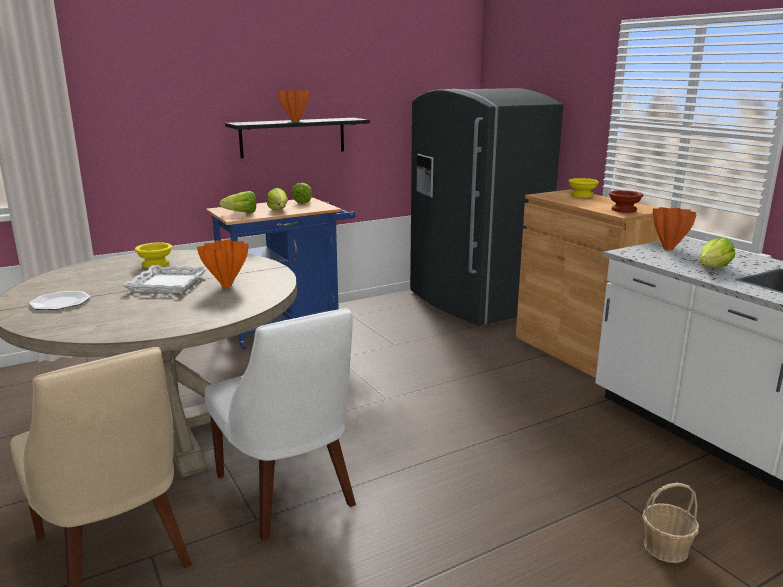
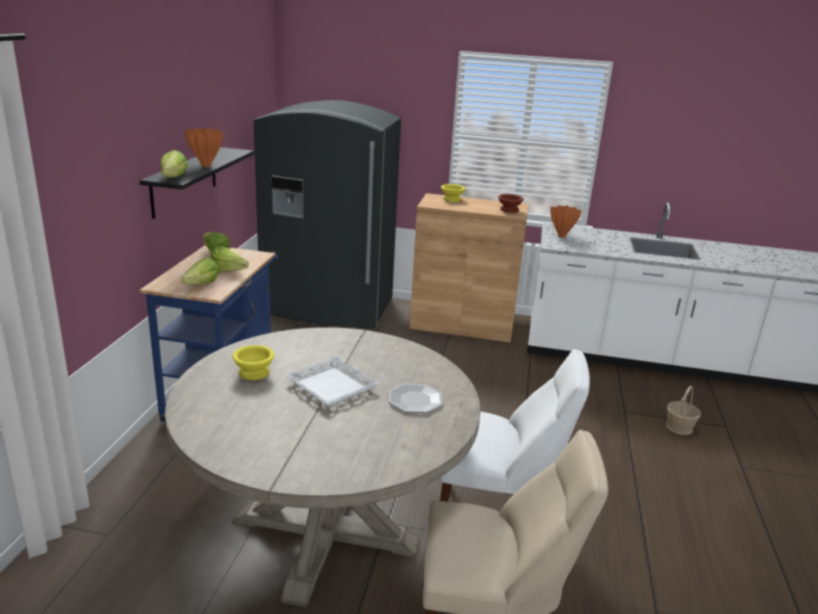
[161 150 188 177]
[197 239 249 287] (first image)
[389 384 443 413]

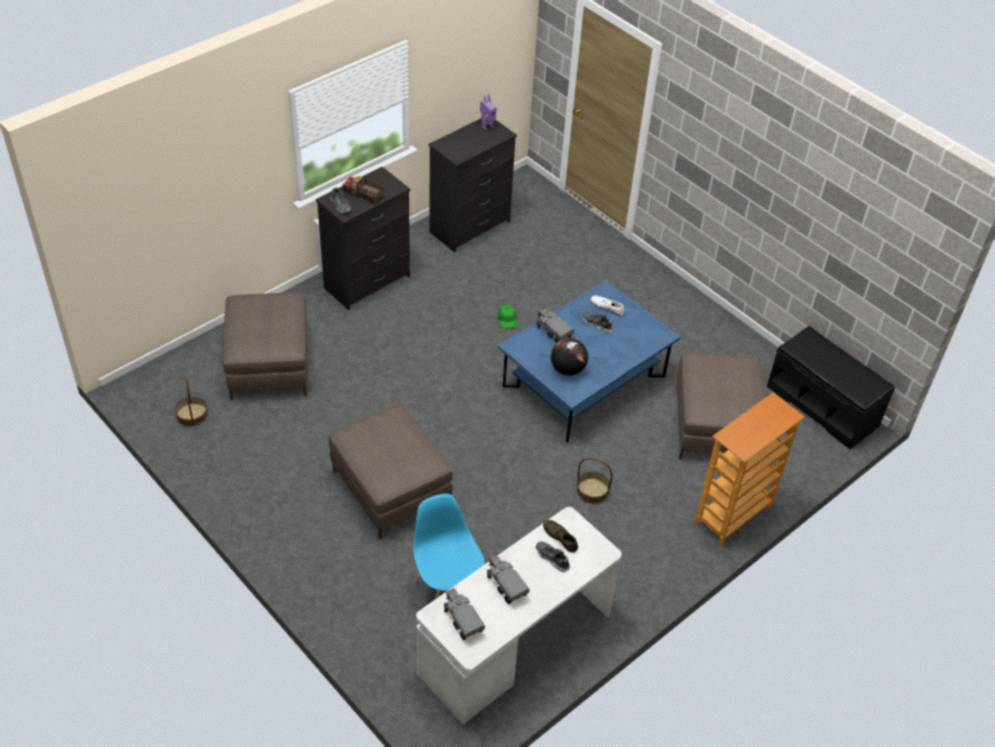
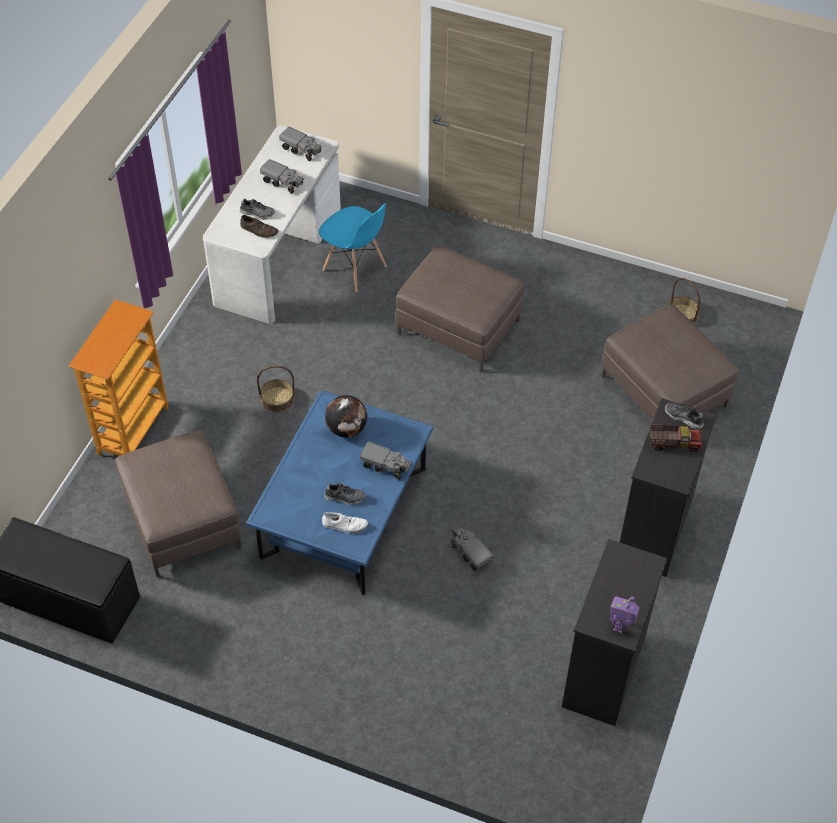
[451 525 494 571]

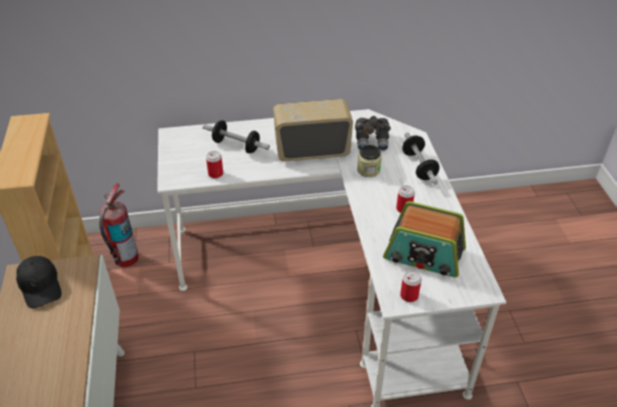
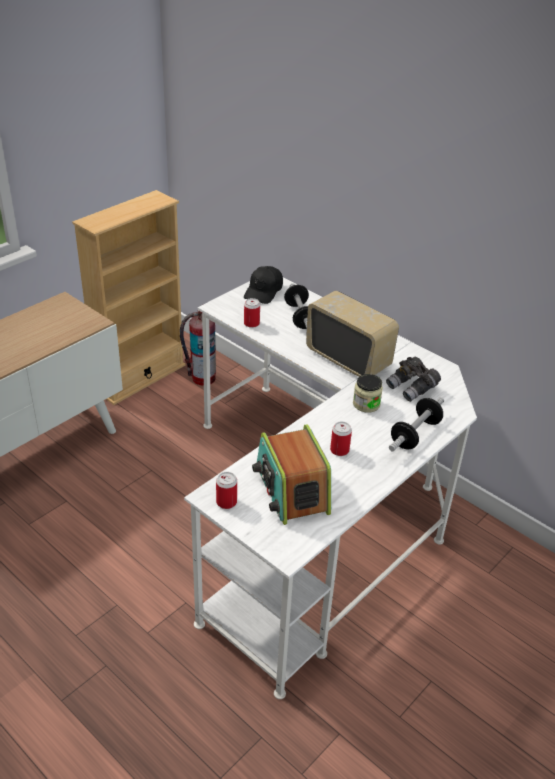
[244 266 283 304]

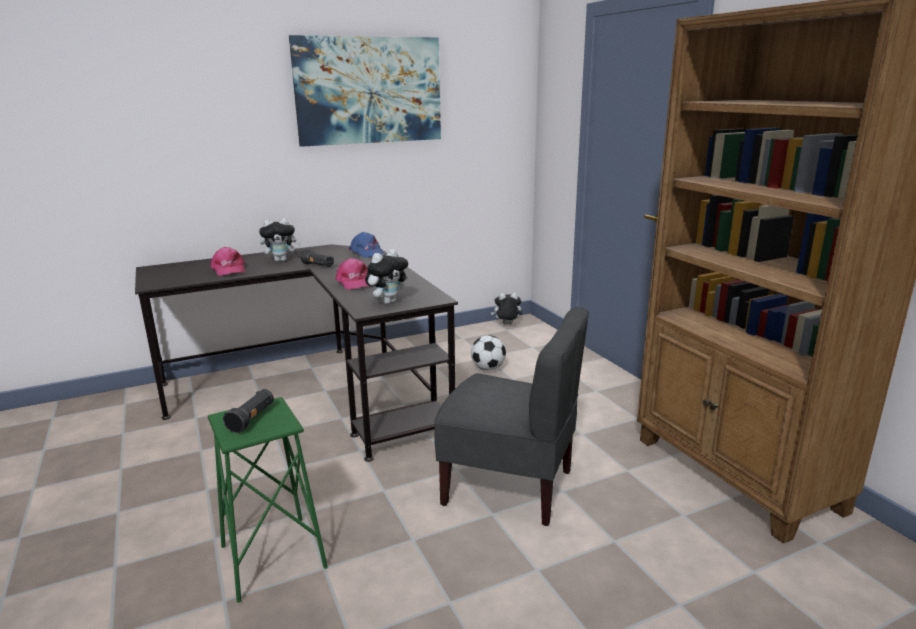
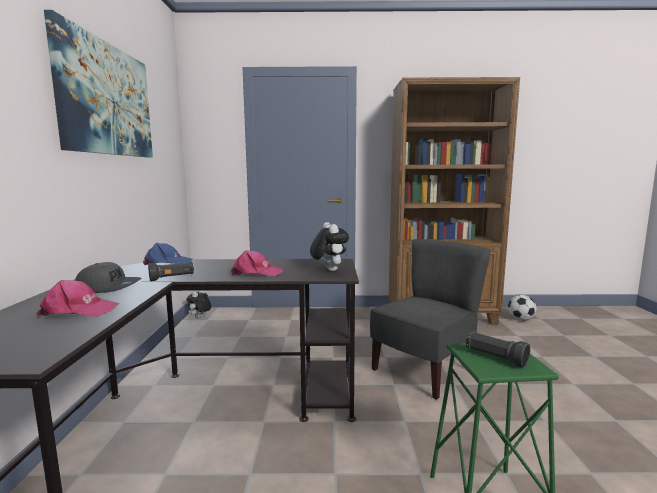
[75 262 142 293]
[508 295 537 321]

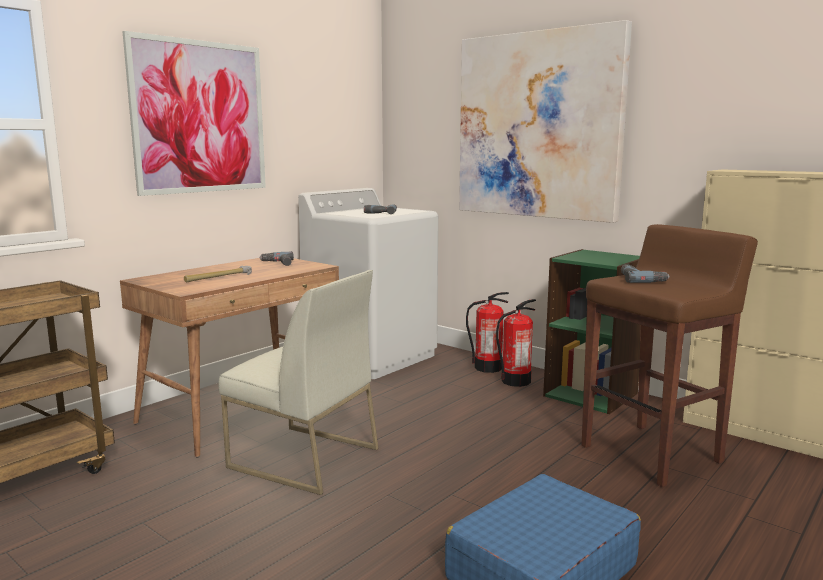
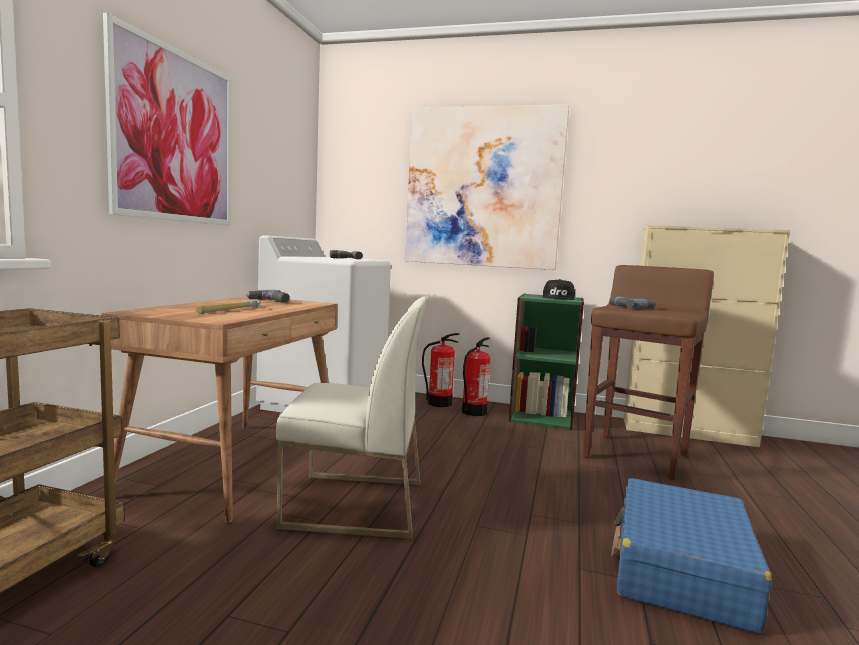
[543 279 575 300]

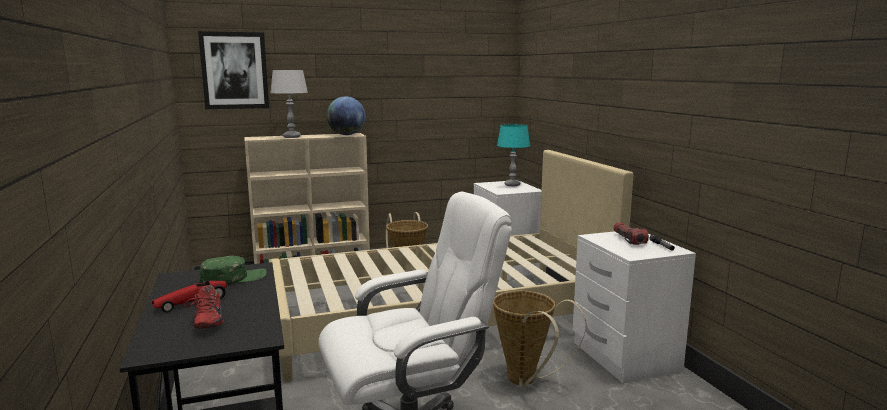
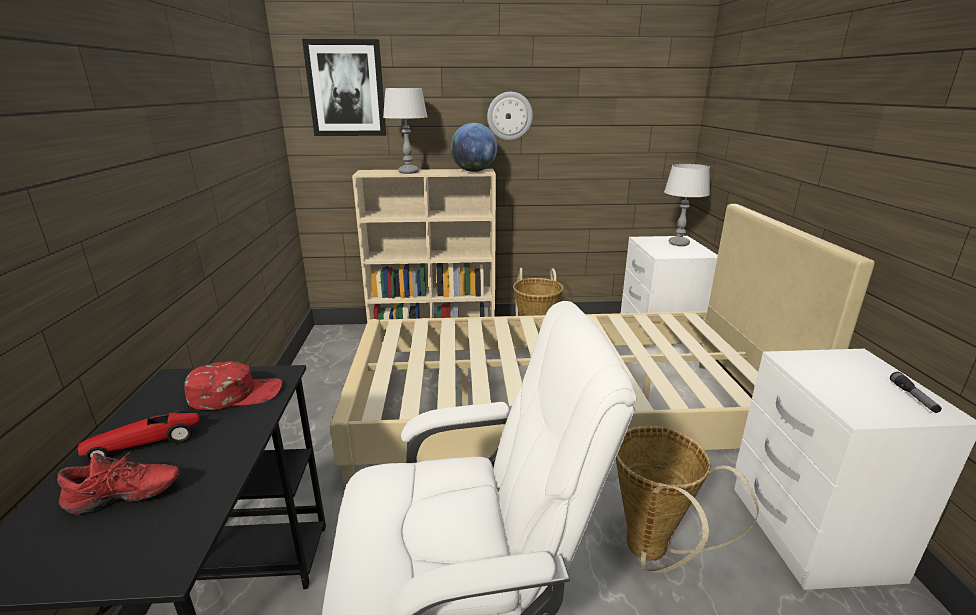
[664 164 710 246]
[613 222 649 245] (first image)
[184 361 282 410]
[57 451 180 514]
[487 92 533 140]

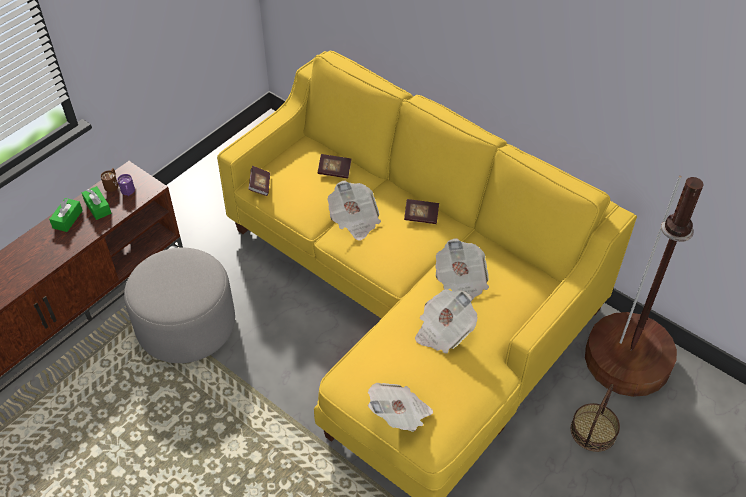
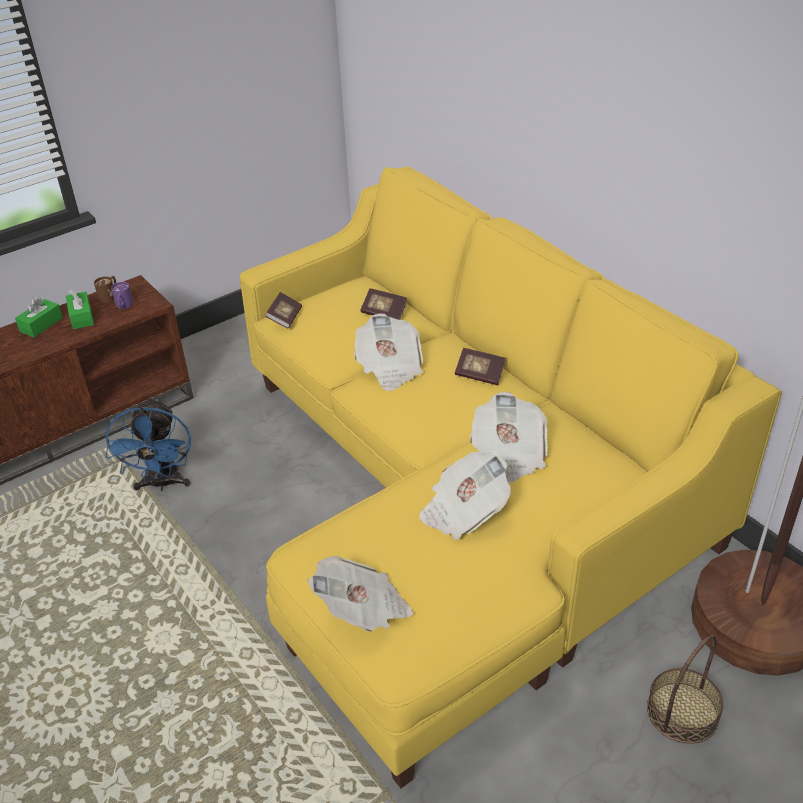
[105 397 191 491]

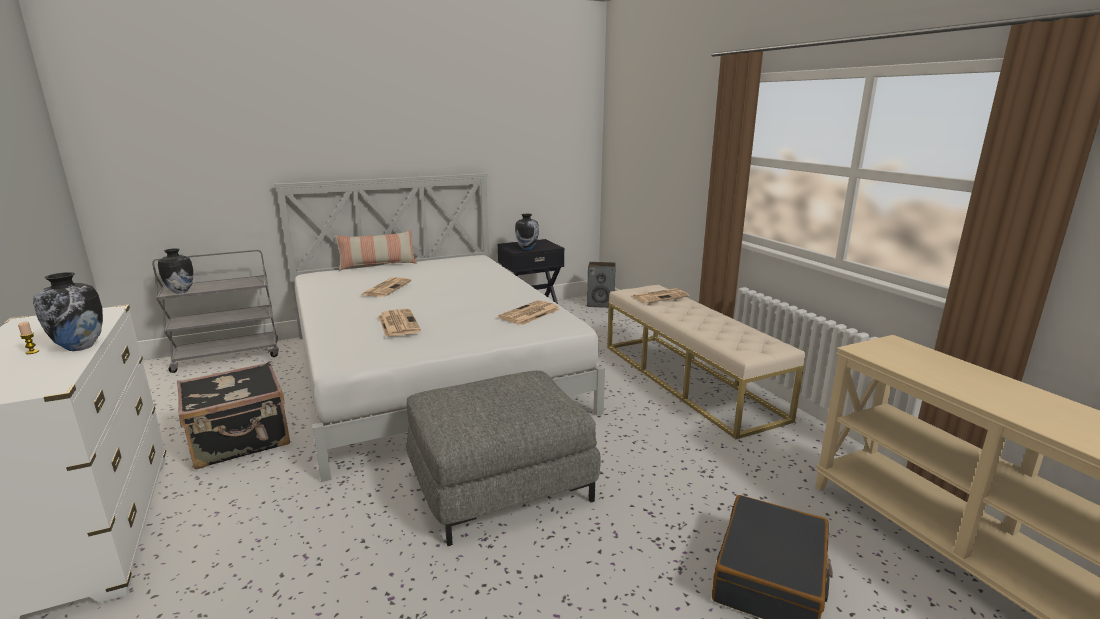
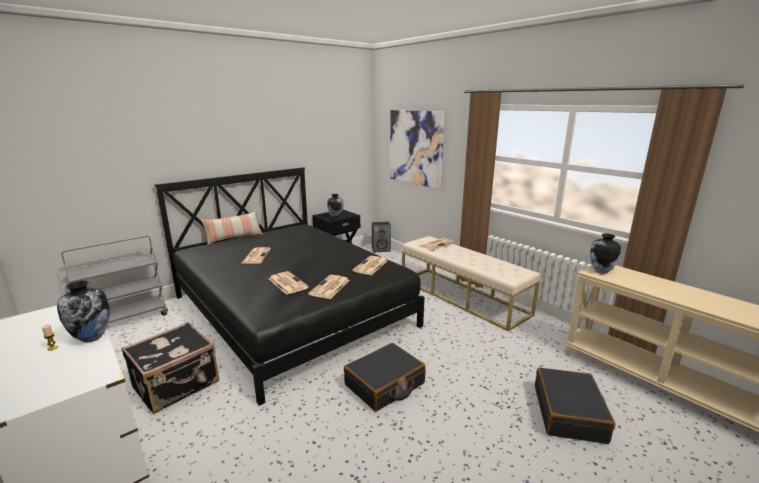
[154 167 424 406]
[590 233 621 274]
[344 343 426 412]
[390 110 445 189]
[308 275 350 299]

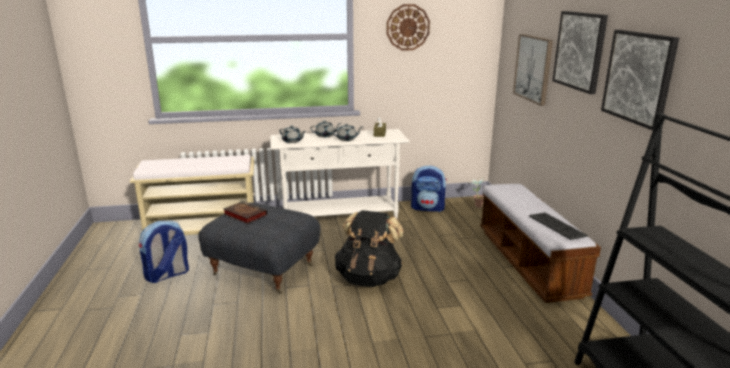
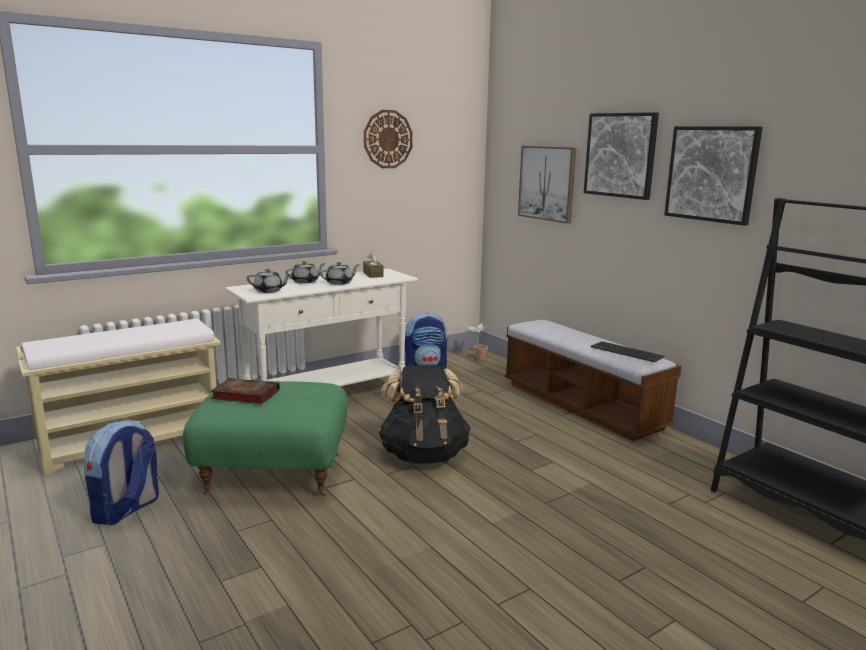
[183 381 348 497]

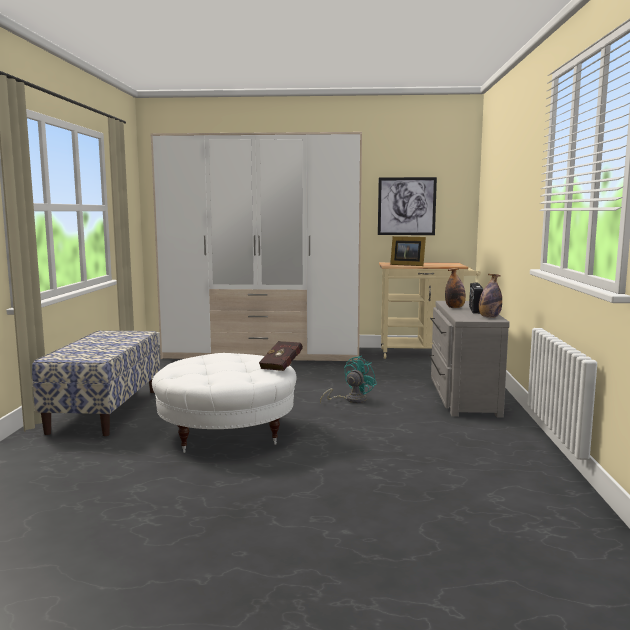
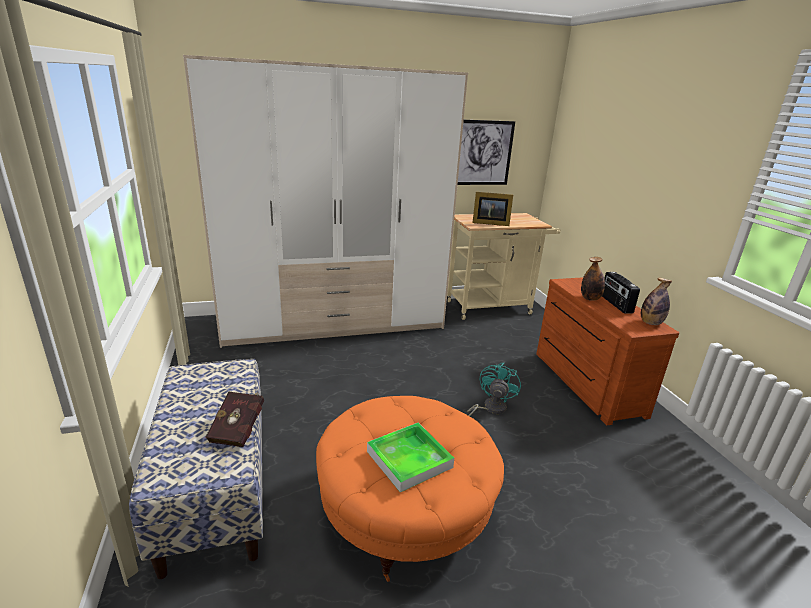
[536 277 679 425]
[205 392 264 447]
[316 396 504 582]
[367 423 454 492]

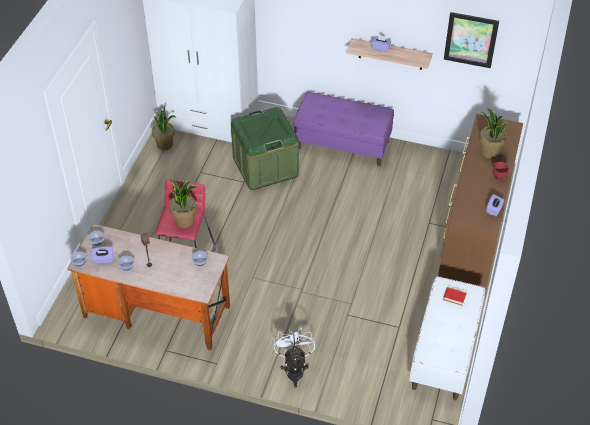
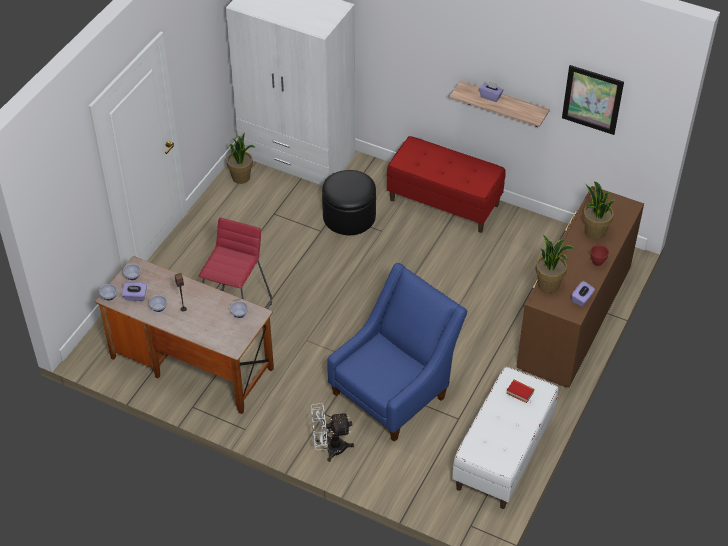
[387 136 506 233]
[322 170 376 235]
[536 235 574 293]
[311 403 354 462]
[327 263 467 442]

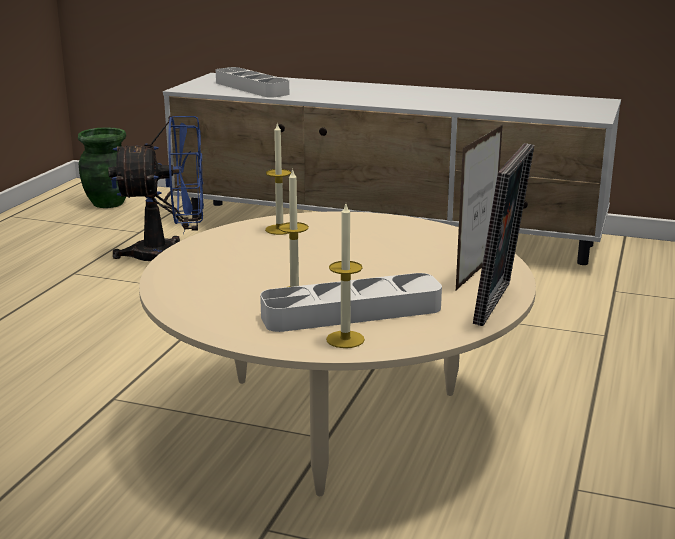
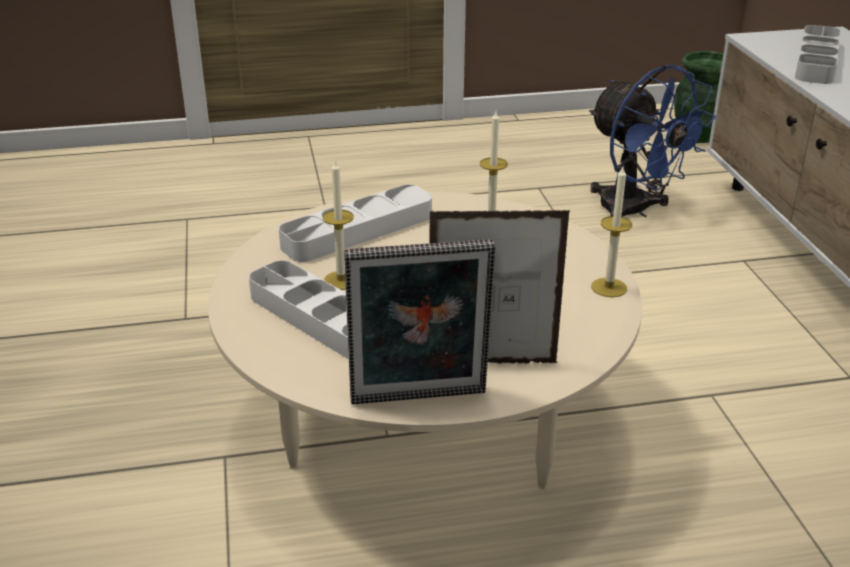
[591 167 632 297]
[279 184 432 262]

